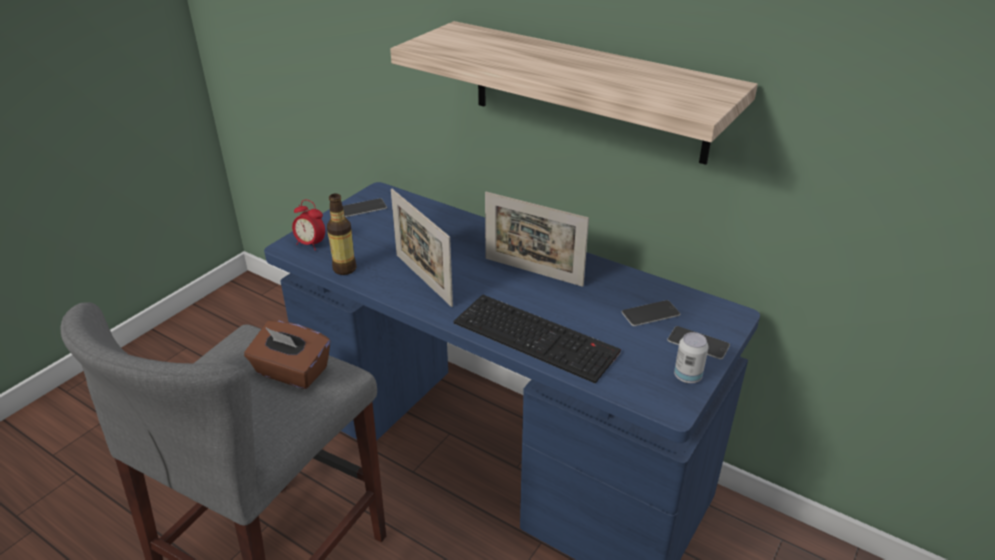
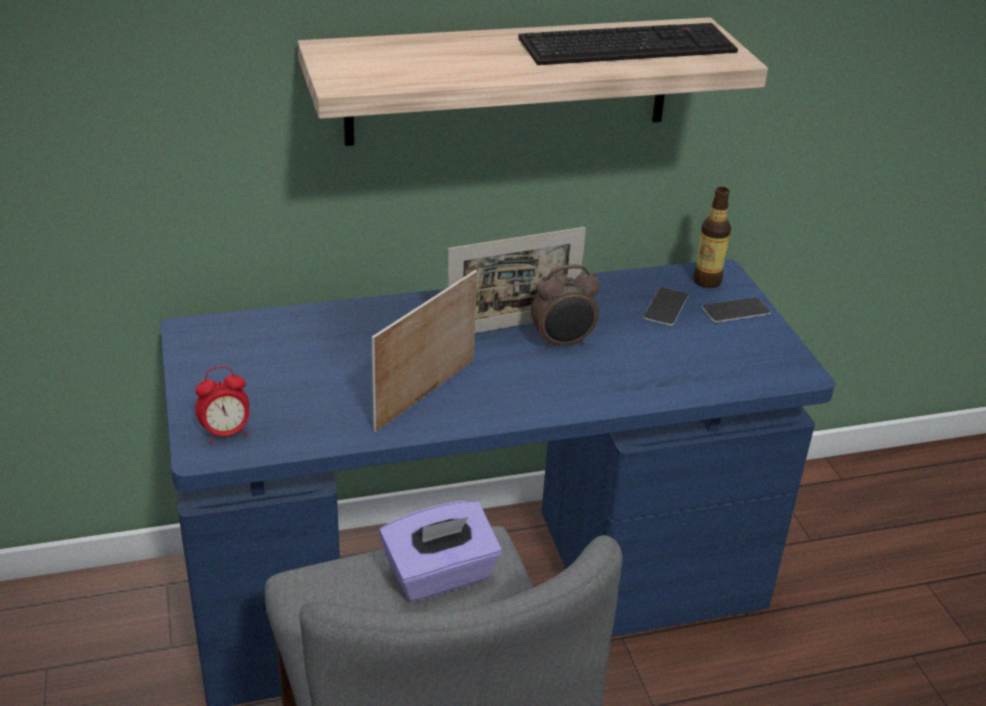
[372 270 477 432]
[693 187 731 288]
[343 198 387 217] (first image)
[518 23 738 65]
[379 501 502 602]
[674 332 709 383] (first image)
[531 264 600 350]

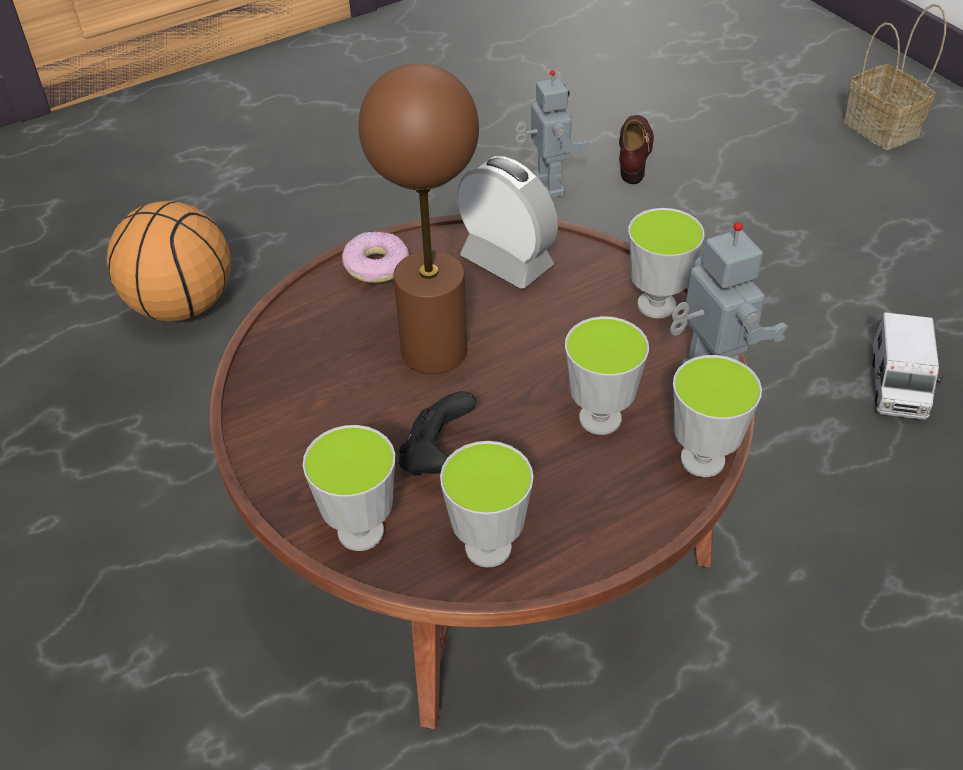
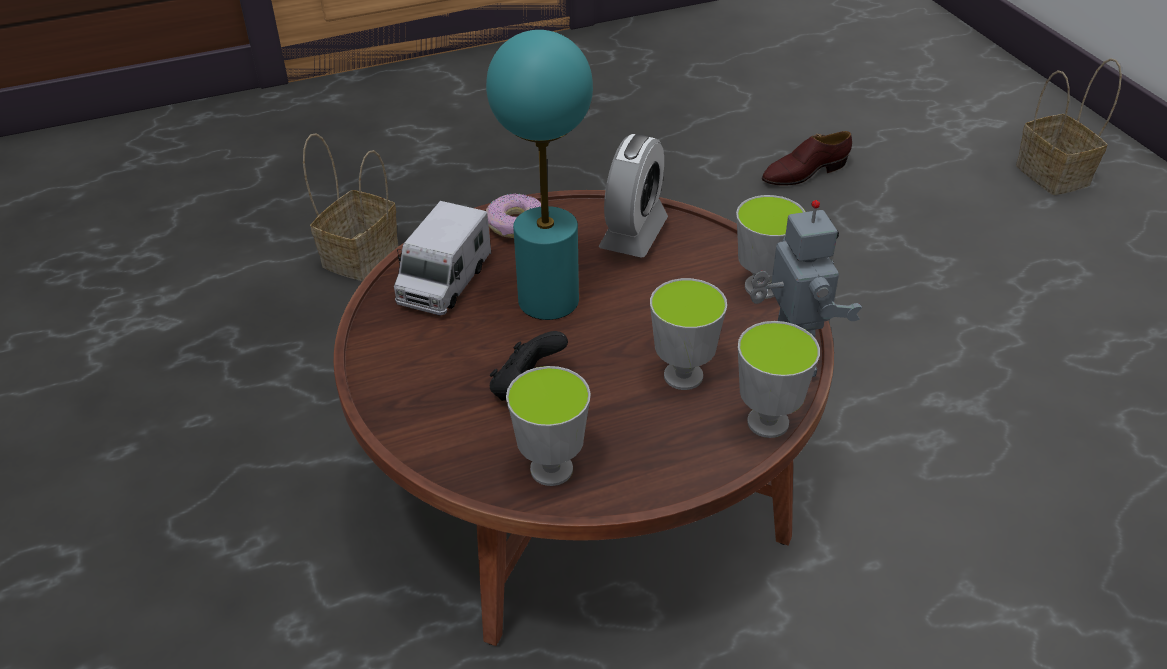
[486 30 593 320]
[516 70 589 198] (first image)
[762 131 852 185]
[599 134 668 258]
[303 133 398 281]
[394 201 491 316]
[303 425 395 551] (first image)

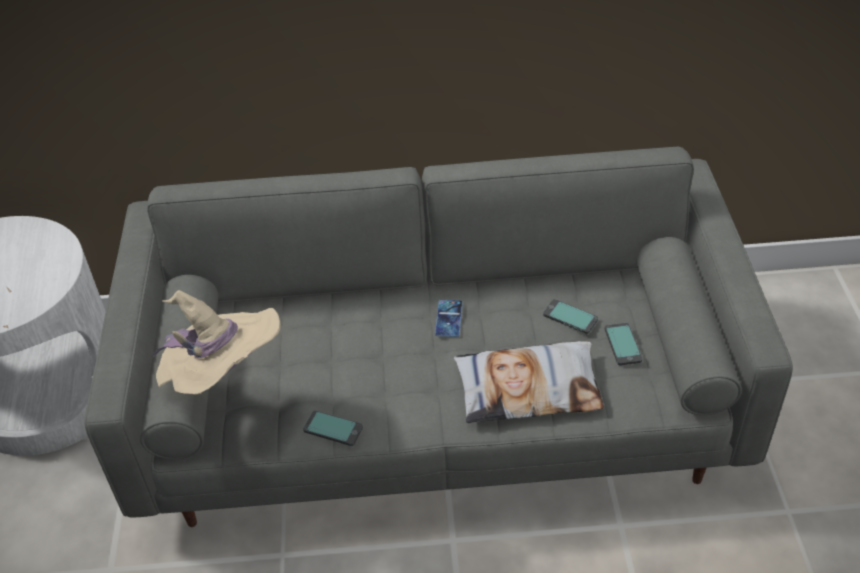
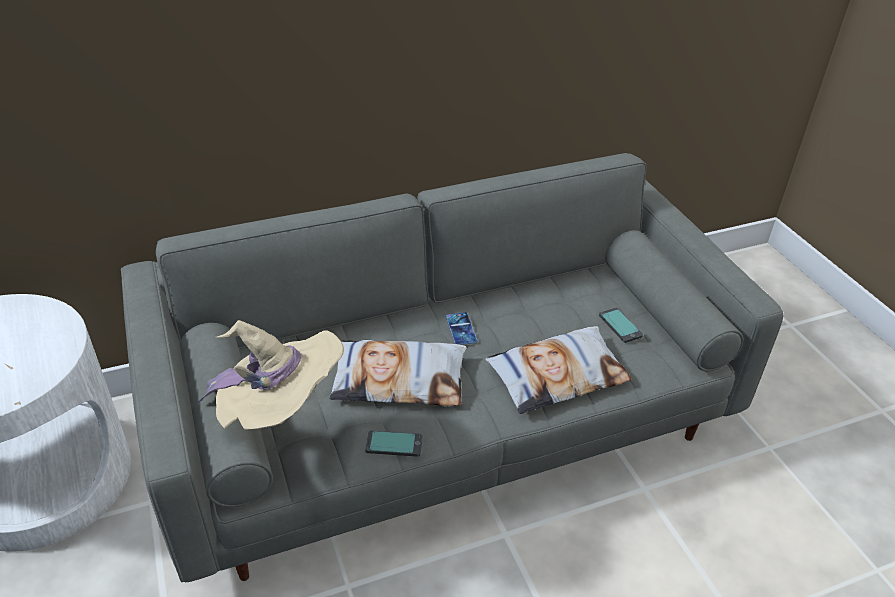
[543 299 598 334] (first image)
[329 340 467 406]

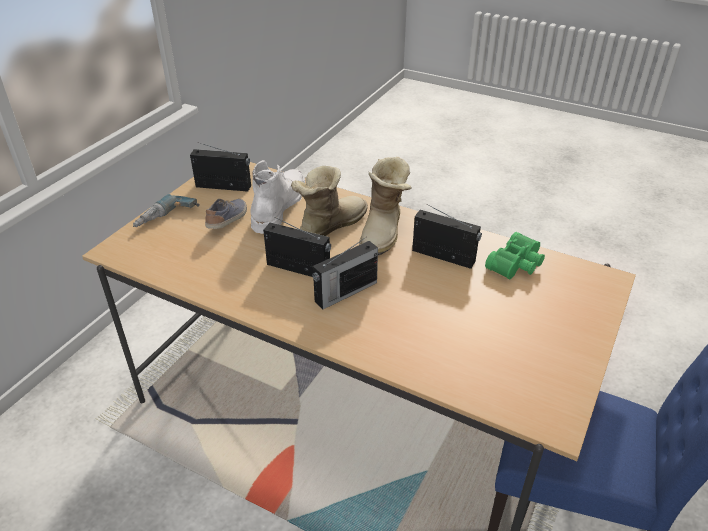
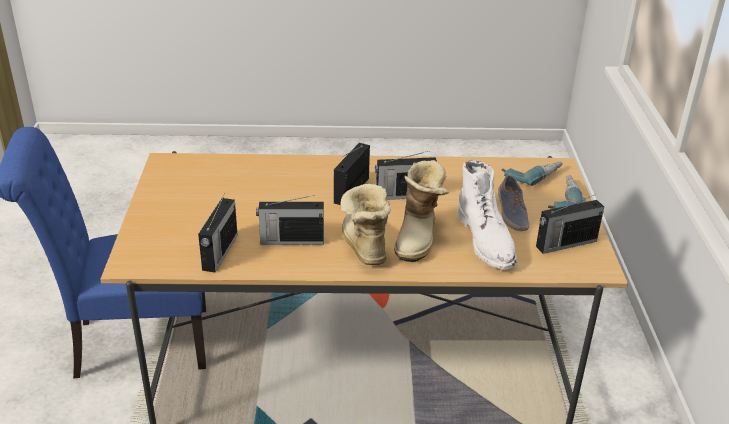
[198 194 238 272]
[502 161 562 186]

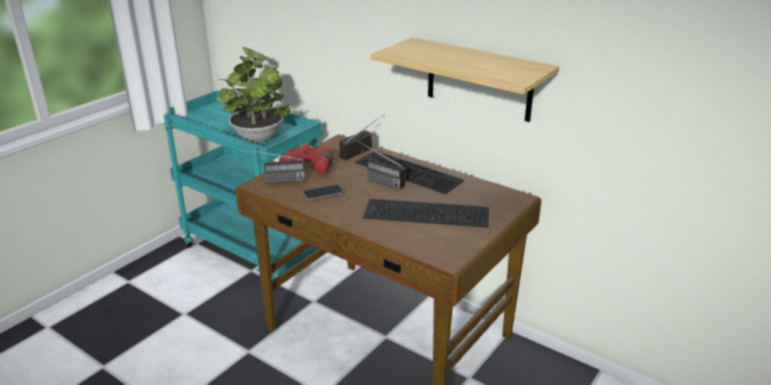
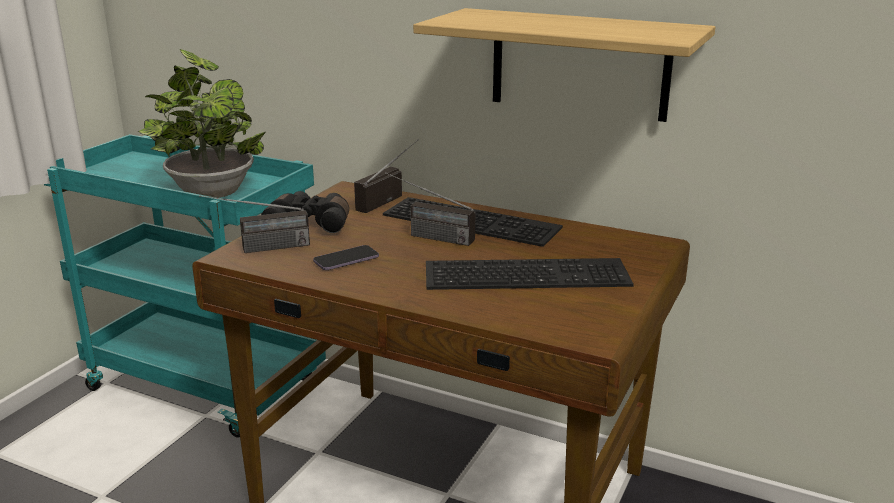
[261 191 349 233]

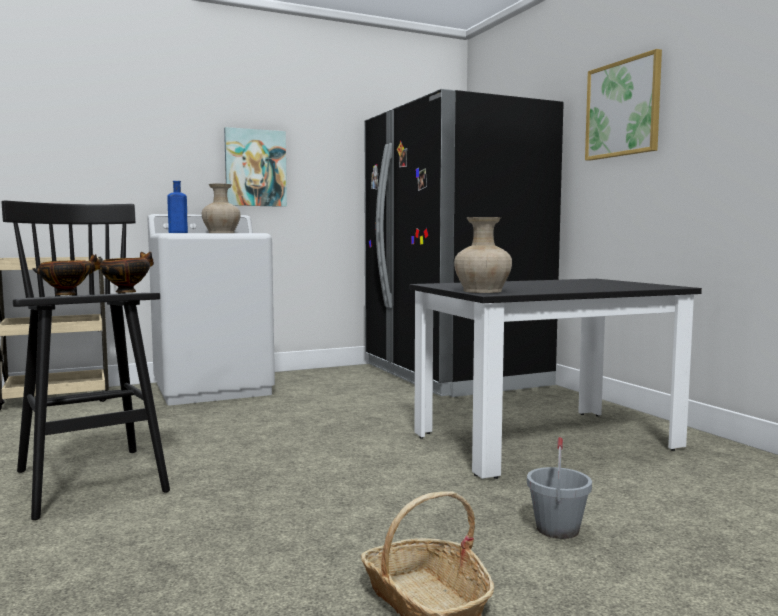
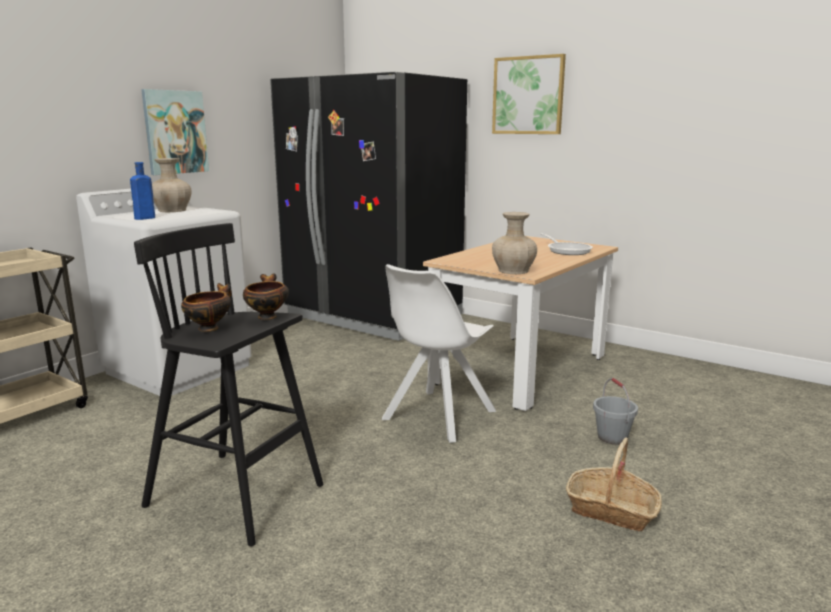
[423 236 618 411]
[541 233 593 255]
[382 264 496 443]

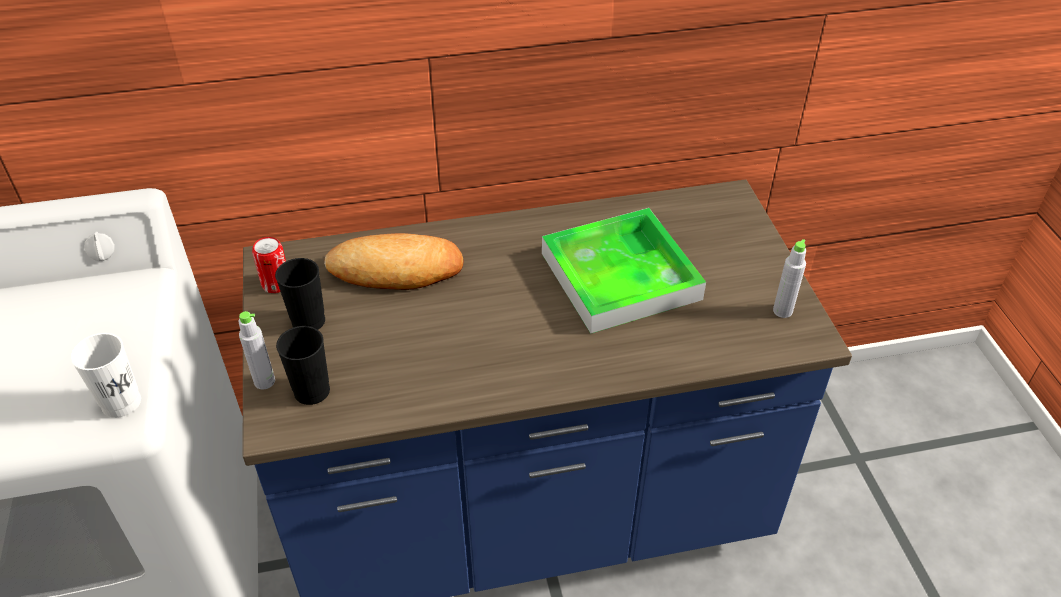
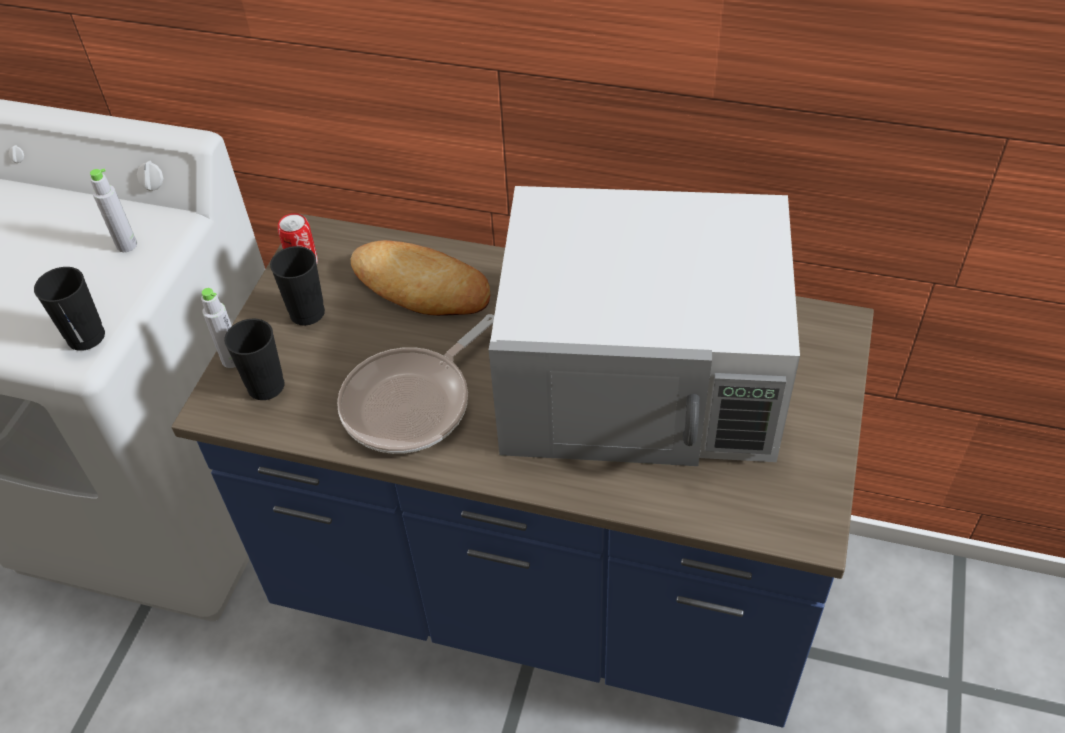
[489 186 800 466]
[90 168 137 252]
[34 267 105 351]
[337 314 494 454]

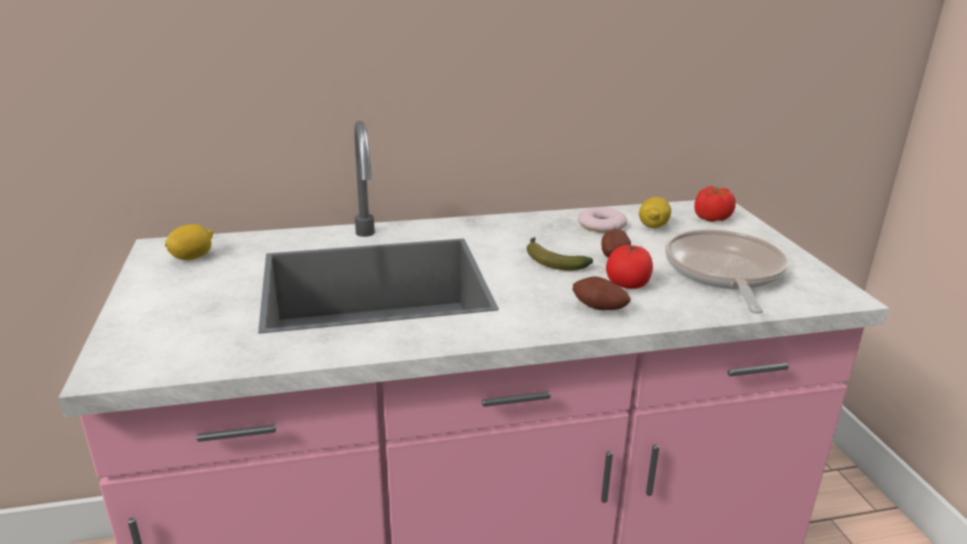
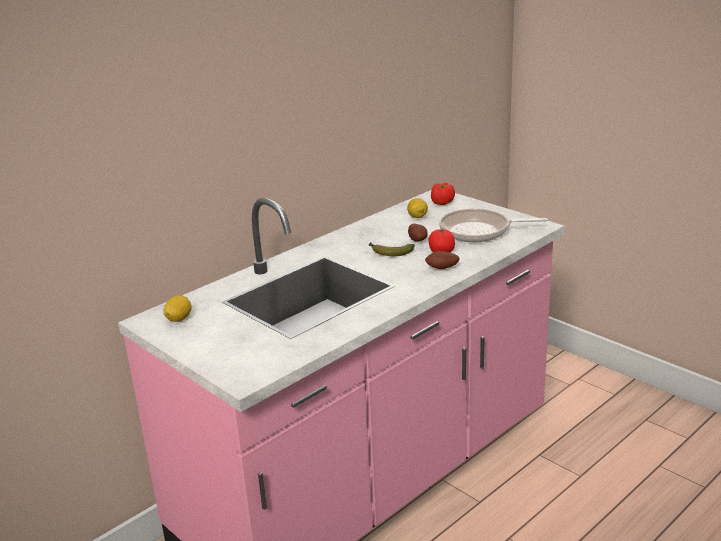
[578 207 627 233] (first image)
[439 209 548 243]

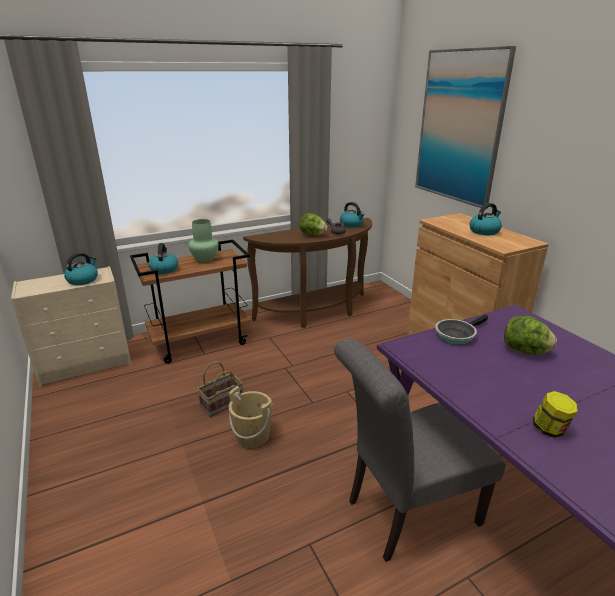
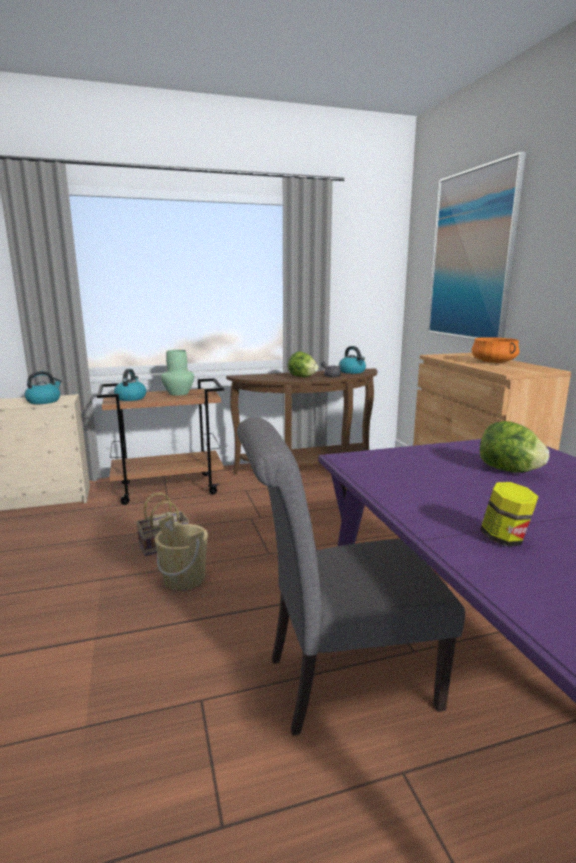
[471 337 519 363]
[435 314 488 345] (first image)

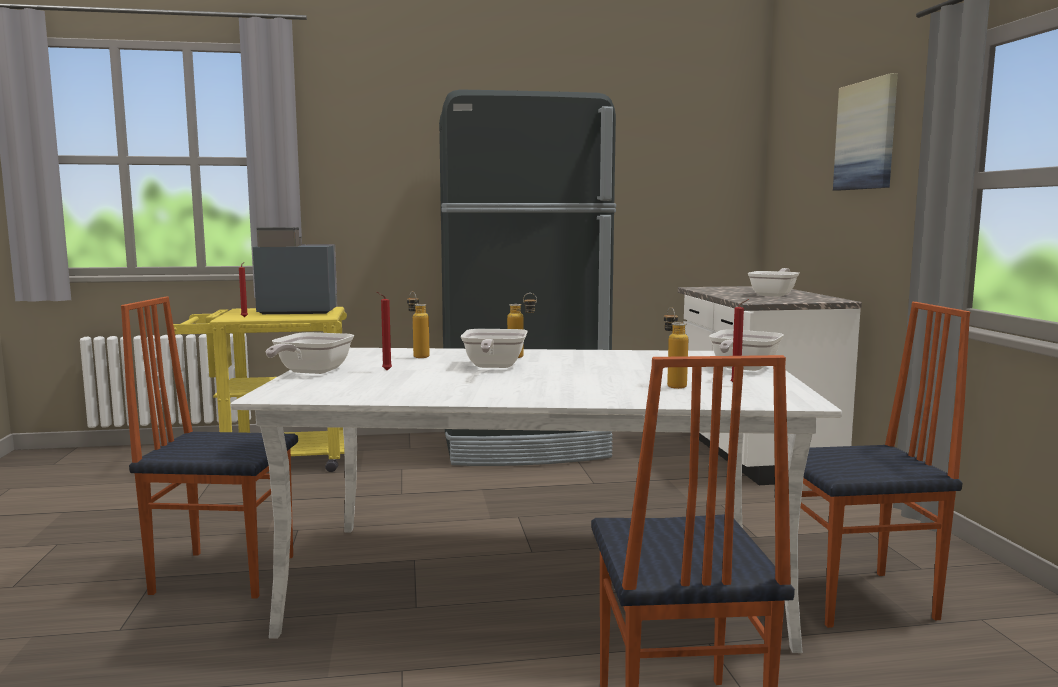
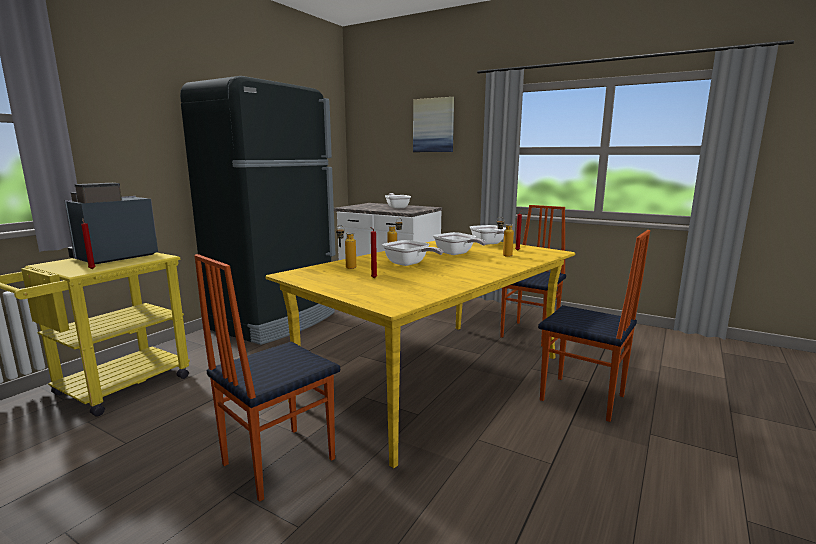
[433 232 486 255]
[265 241 575 468]

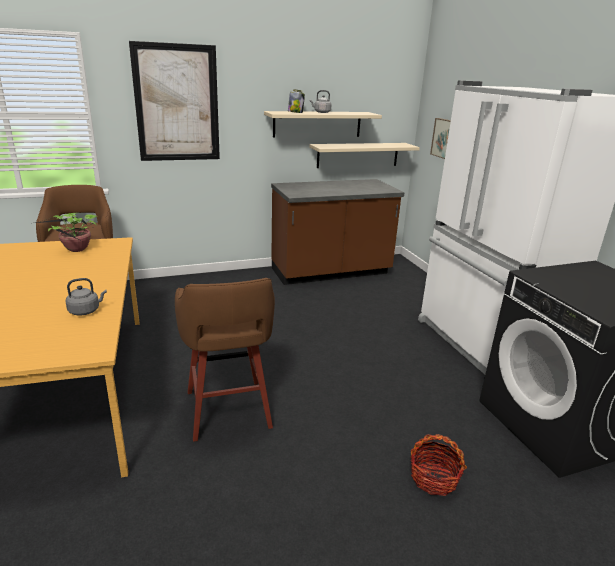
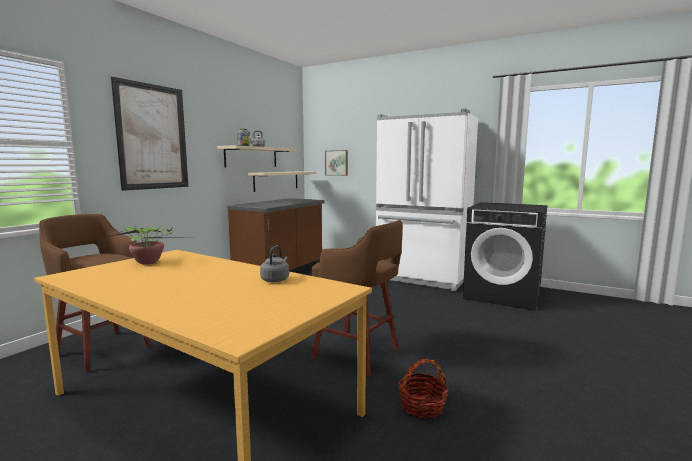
[398 358 449 419]

